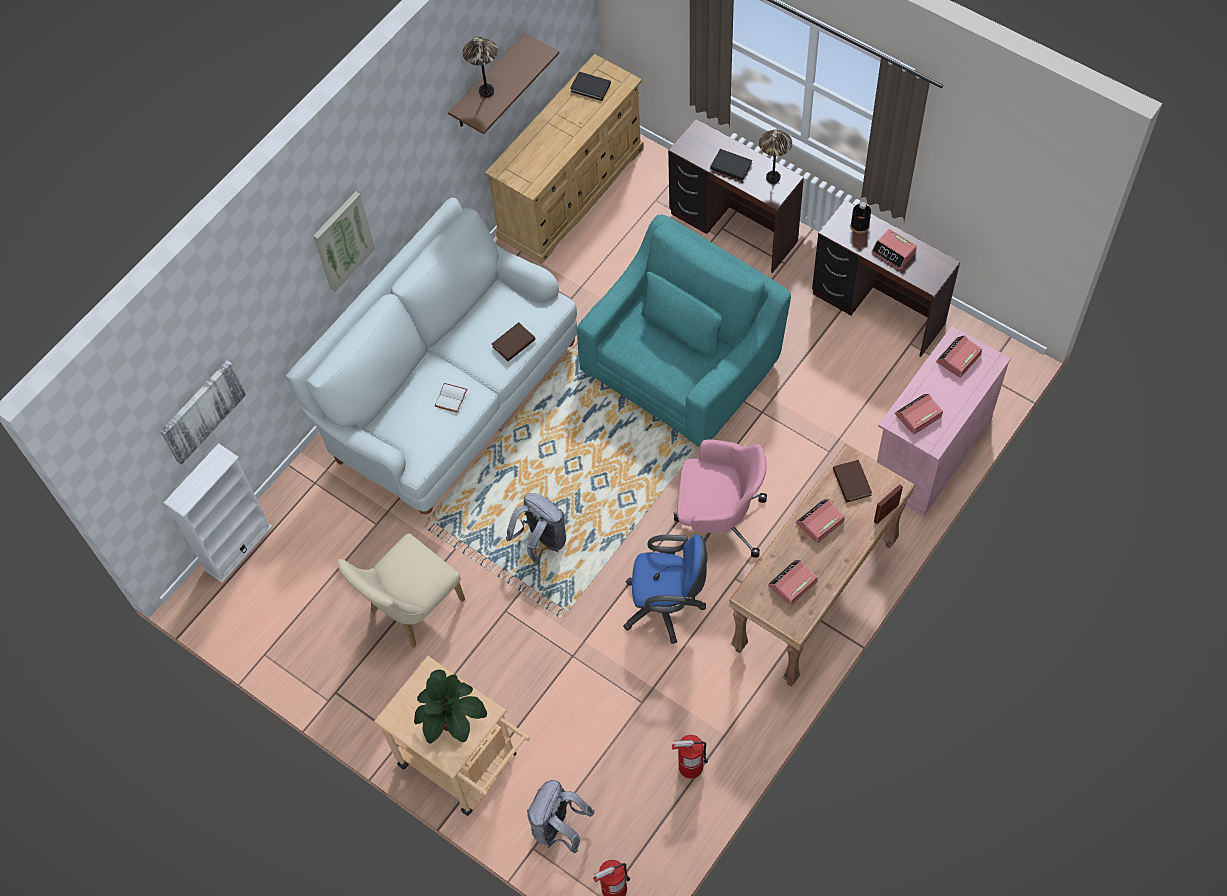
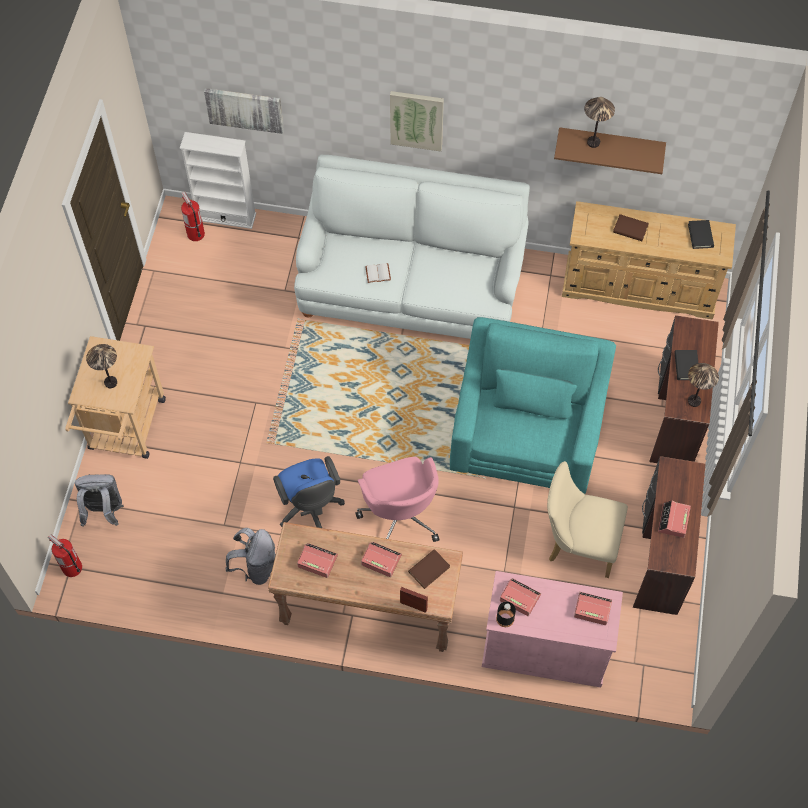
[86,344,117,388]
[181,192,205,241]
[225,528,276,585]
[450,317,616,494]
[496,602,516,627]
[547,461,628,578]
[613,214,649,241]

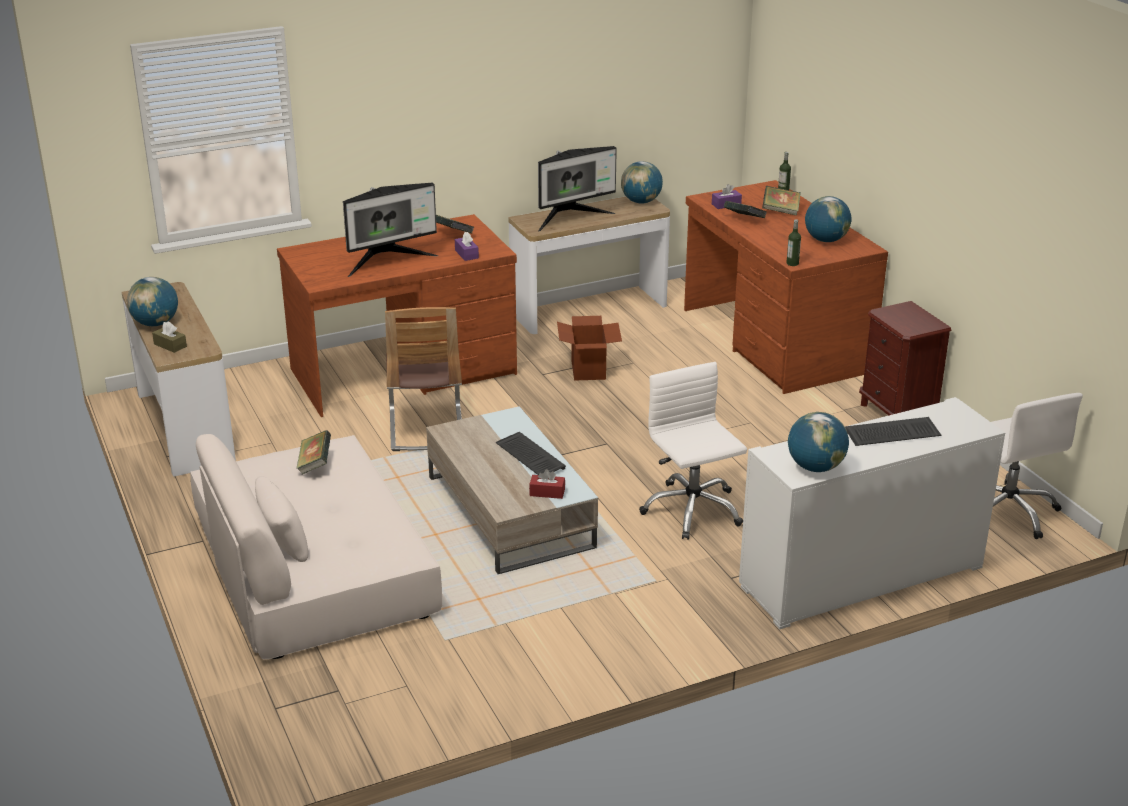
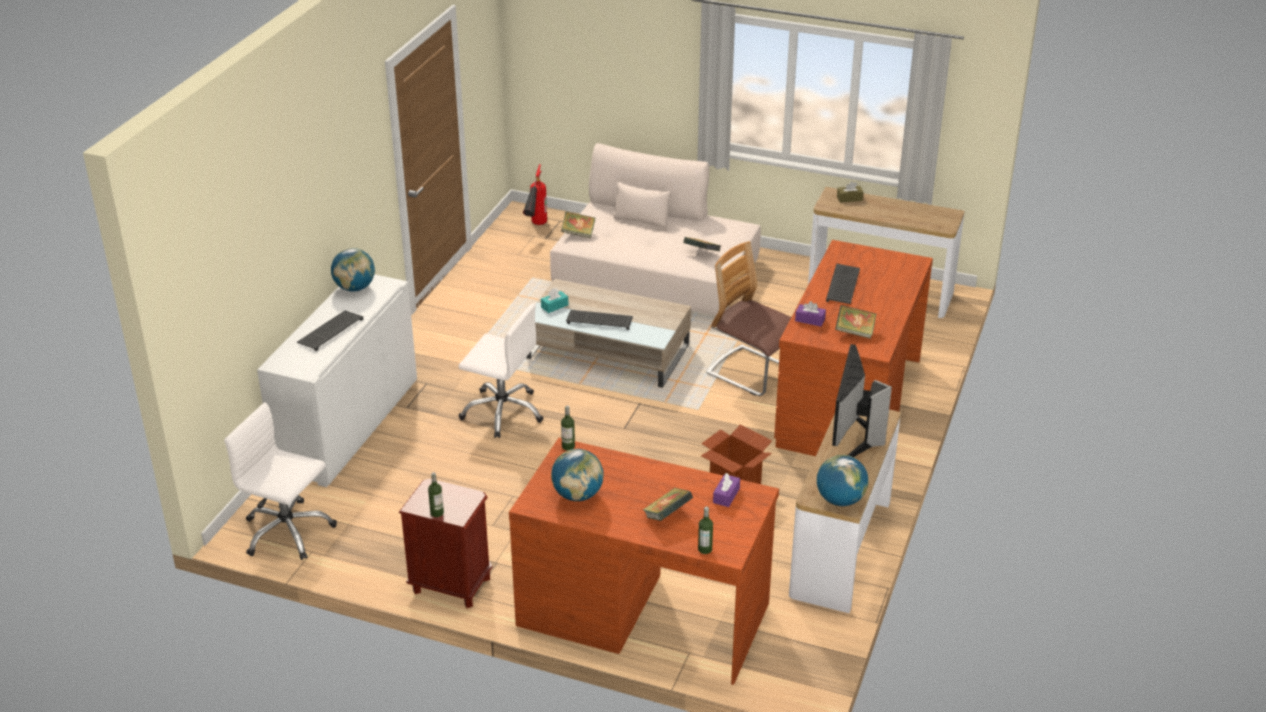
[428,472,444,517]
[523,164,547,225]
[541,288,568,313]
[561,211,595,238]
[826,263,860,304]
[127,277,178,326] (first image)

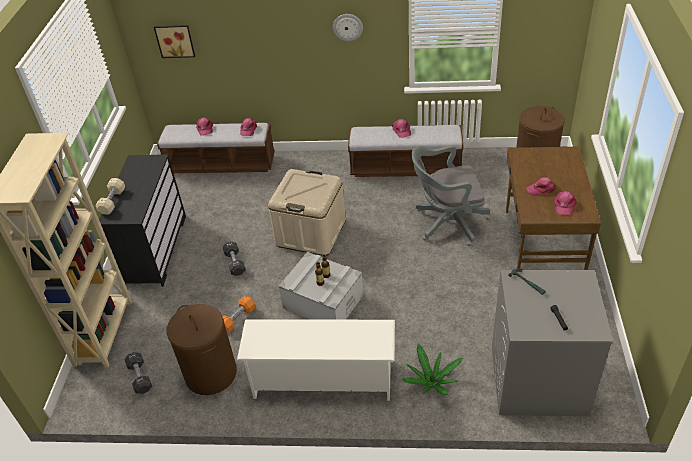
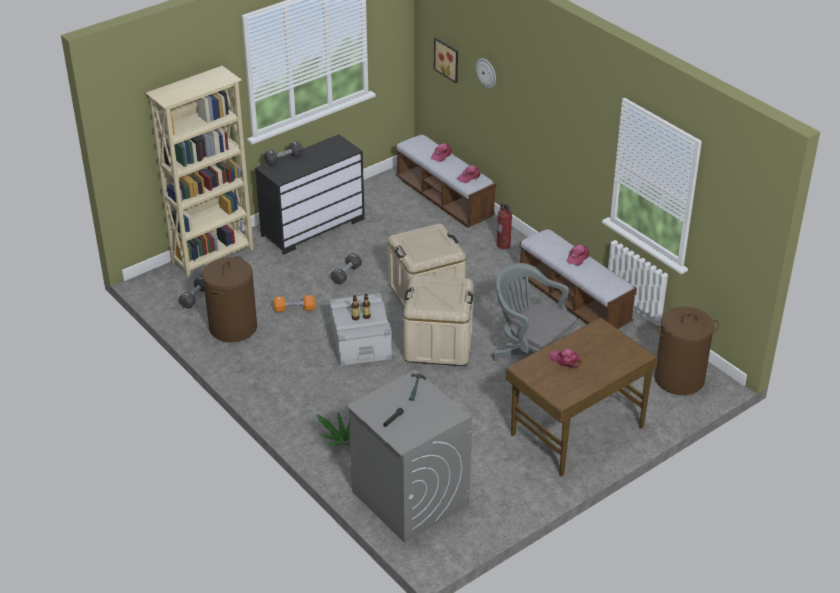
[264,141,303,166]
[403,275,474,366]
[476,58,496,88]
[497,203,512,249]
[237,319,395,401] (first image)
[554,191,576,215] (first image)

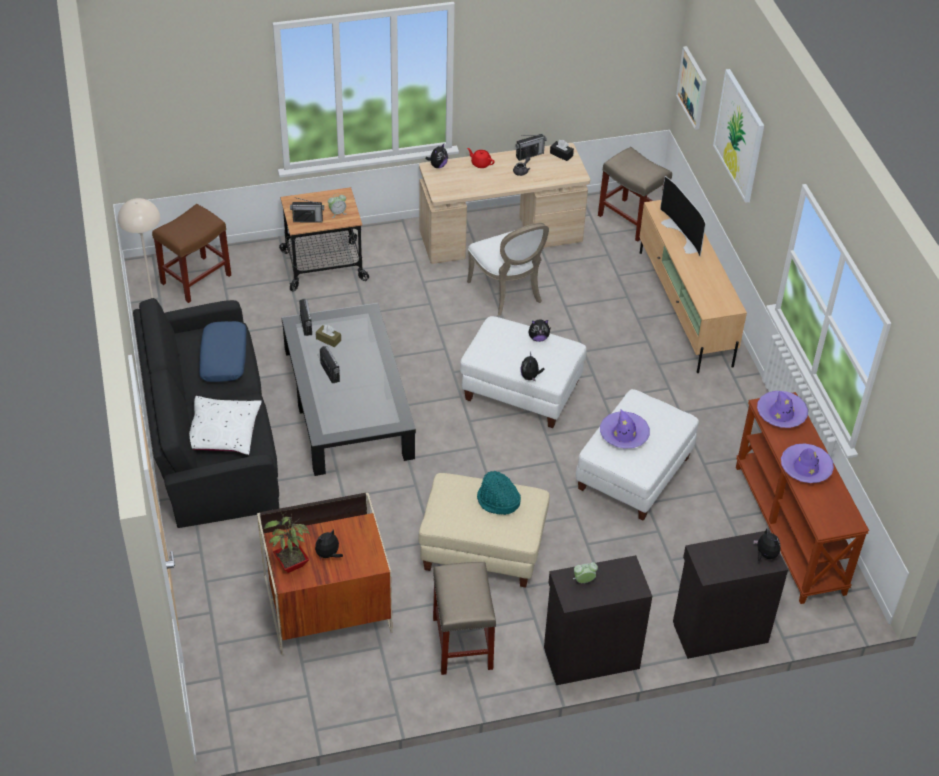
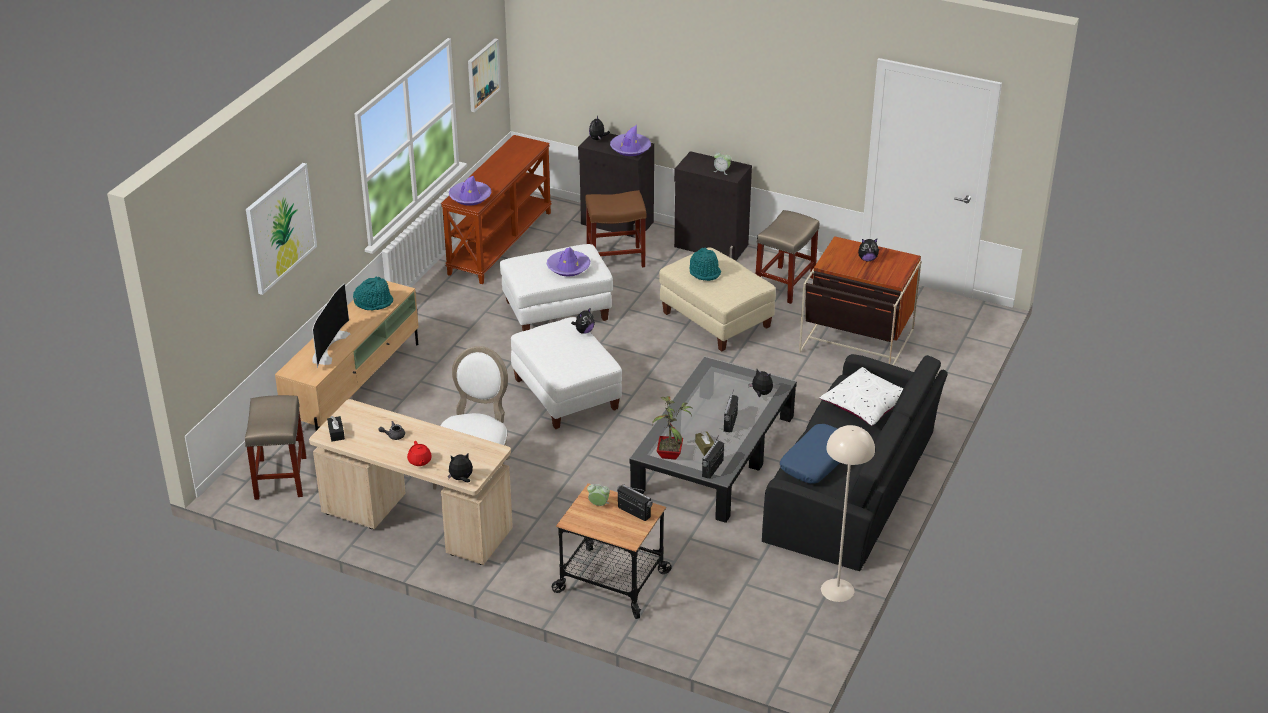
[353,277,393,311]
[468,38,501,112]
[585,190,647,267]
[610,125,651,156]
[652,396,692,460]
[748,369,773,397]
[515,134,547,161] (first image)

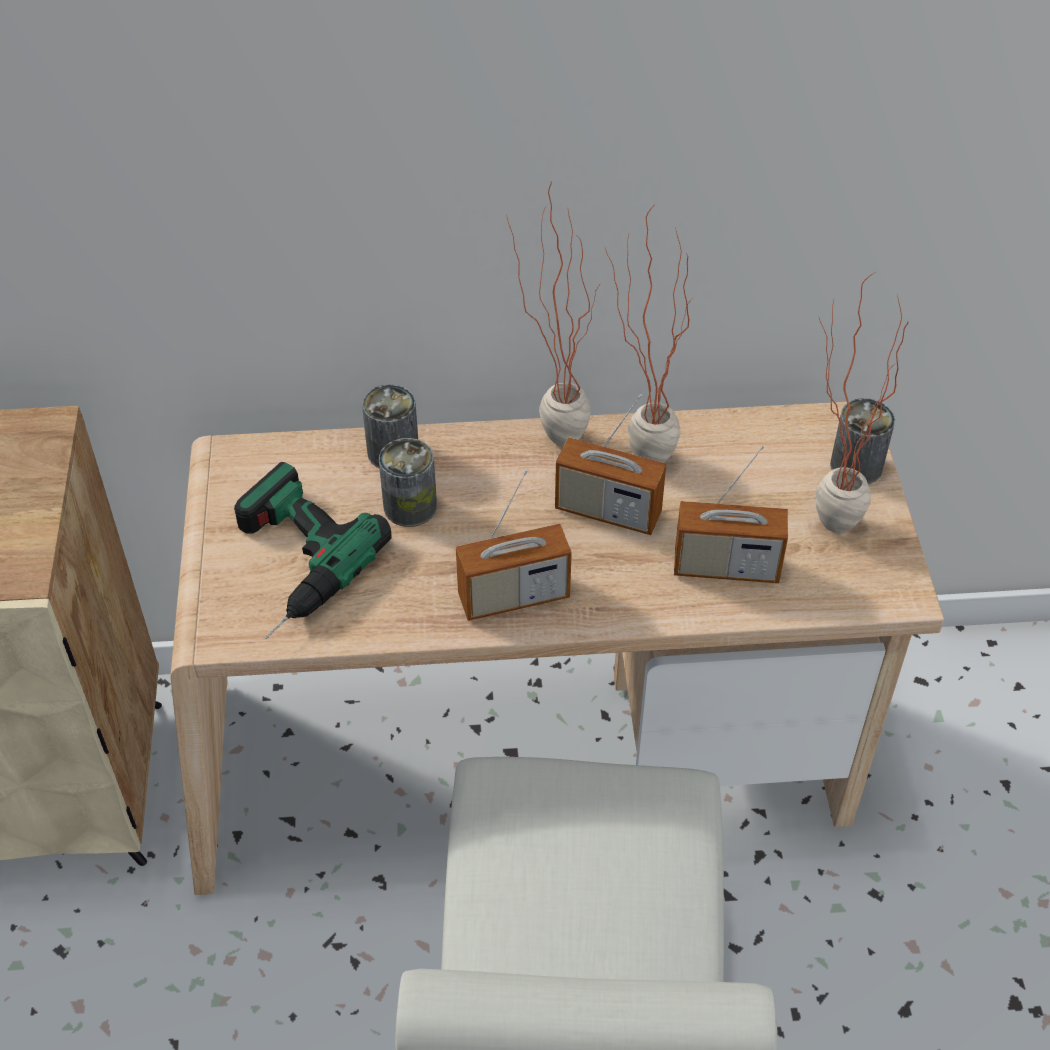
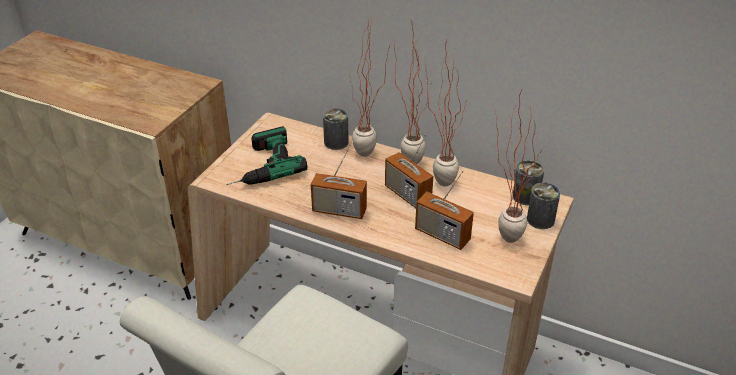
[349,19,389,157]
[512,160,545,205]

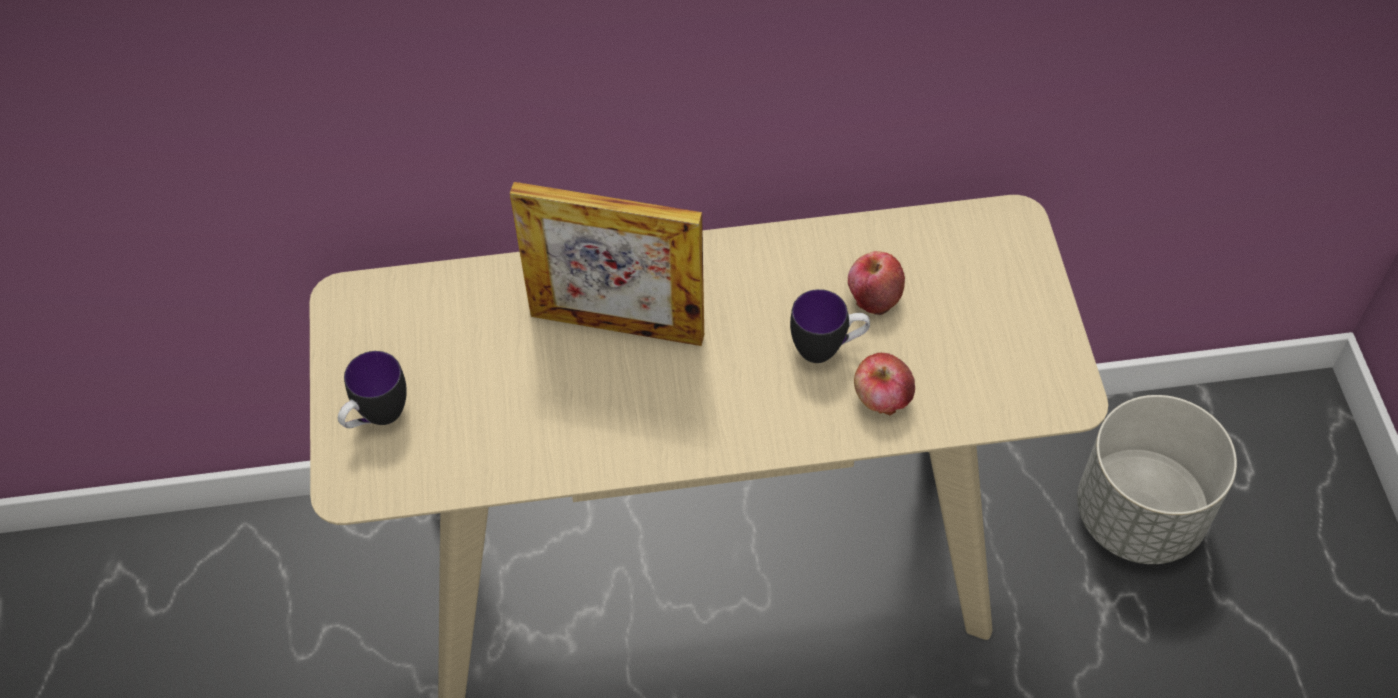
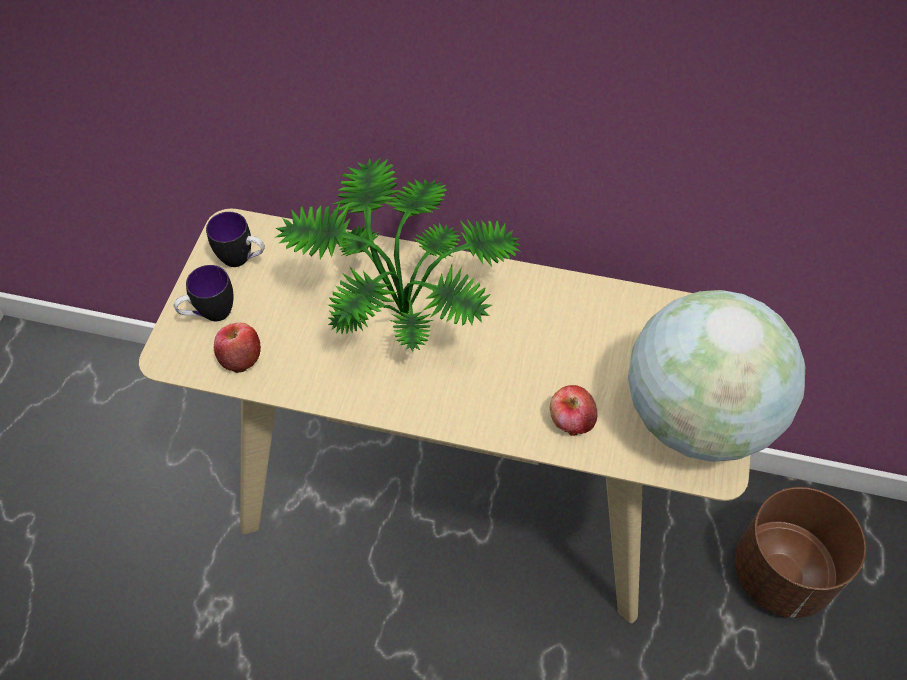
[206,212,265,267]
[213,323,261,373]
[276,158,521,352]
[628,290,805,462]
[735,487,866,618]

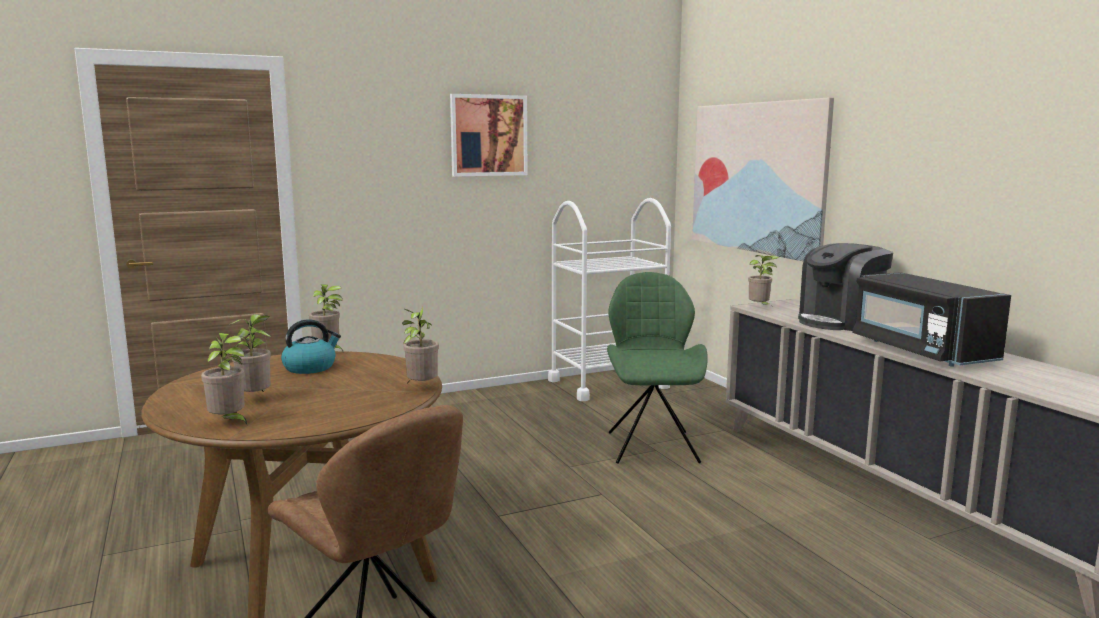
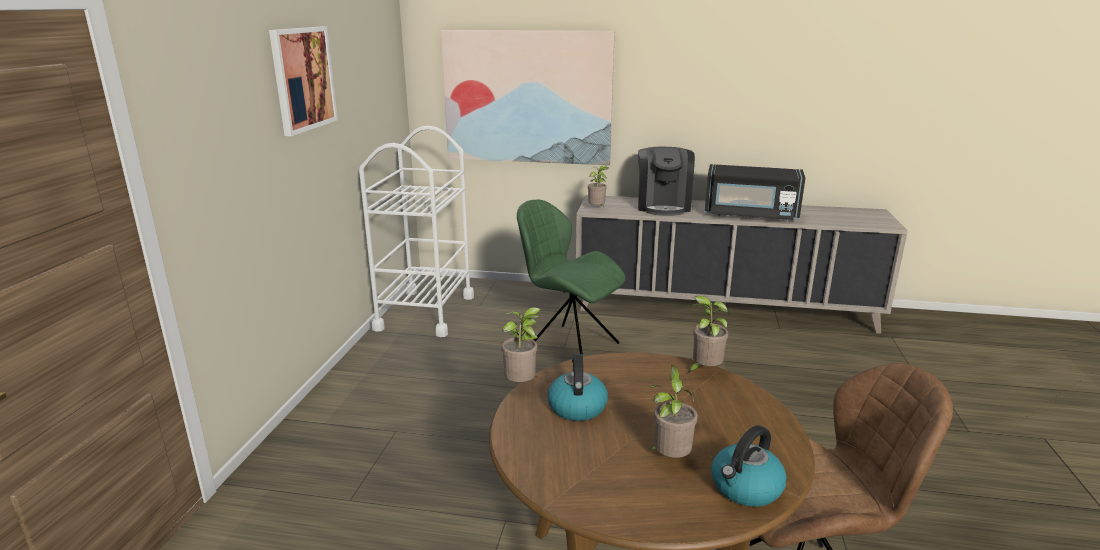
[711,425,787,507]

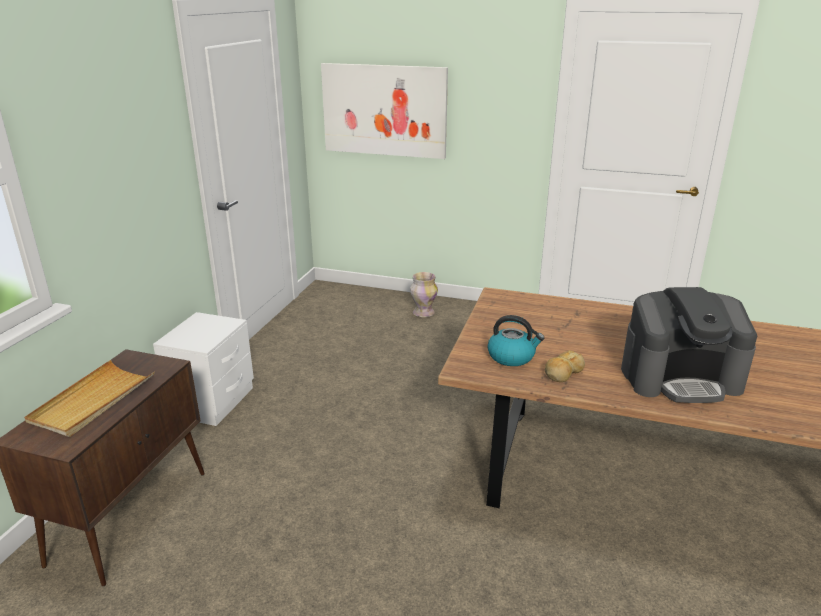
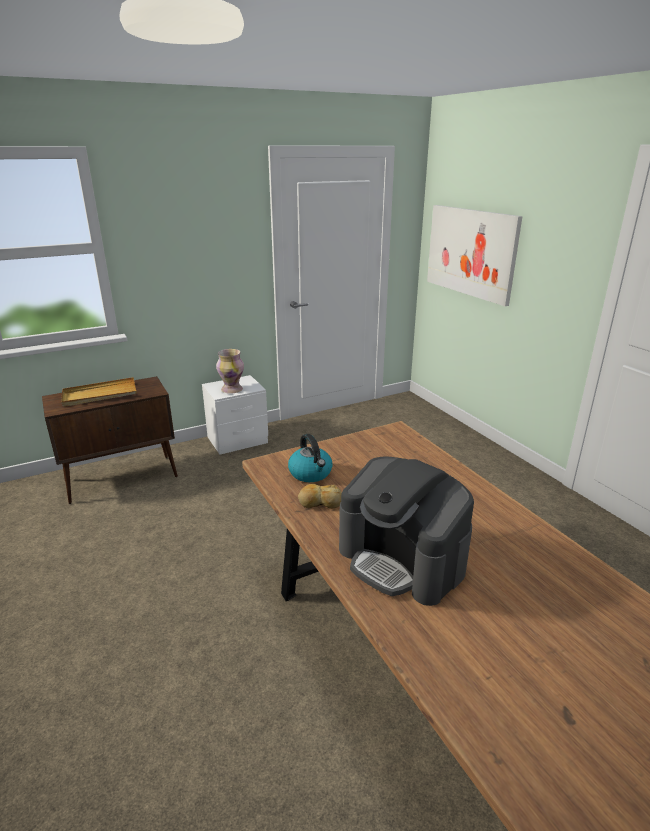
[216,349,244,394]

